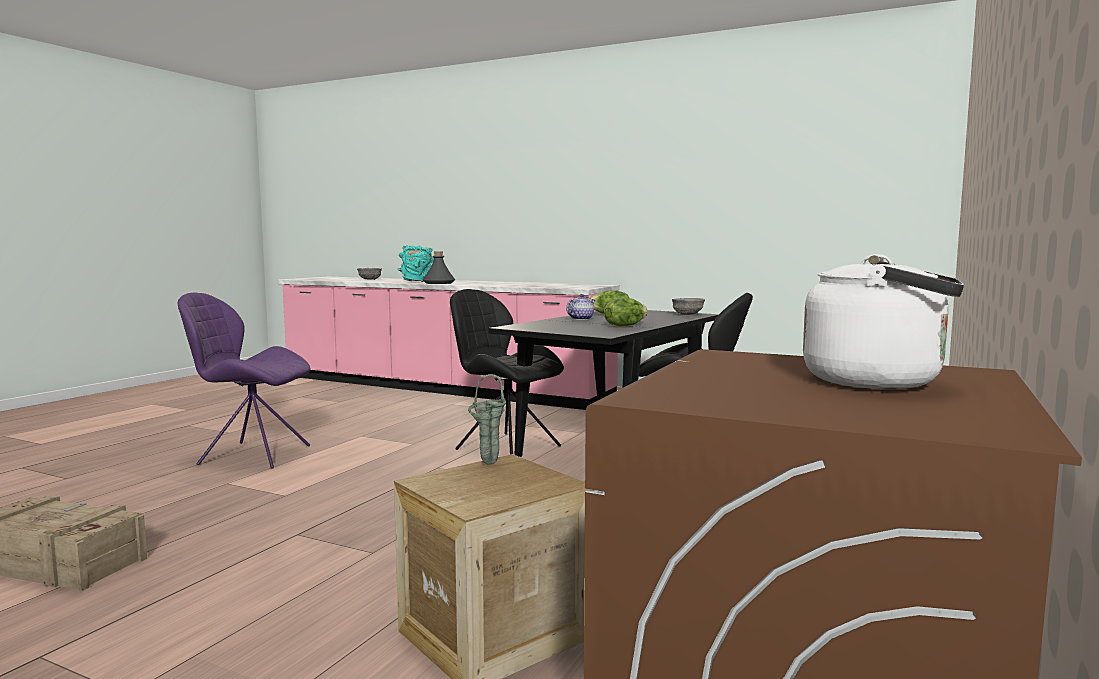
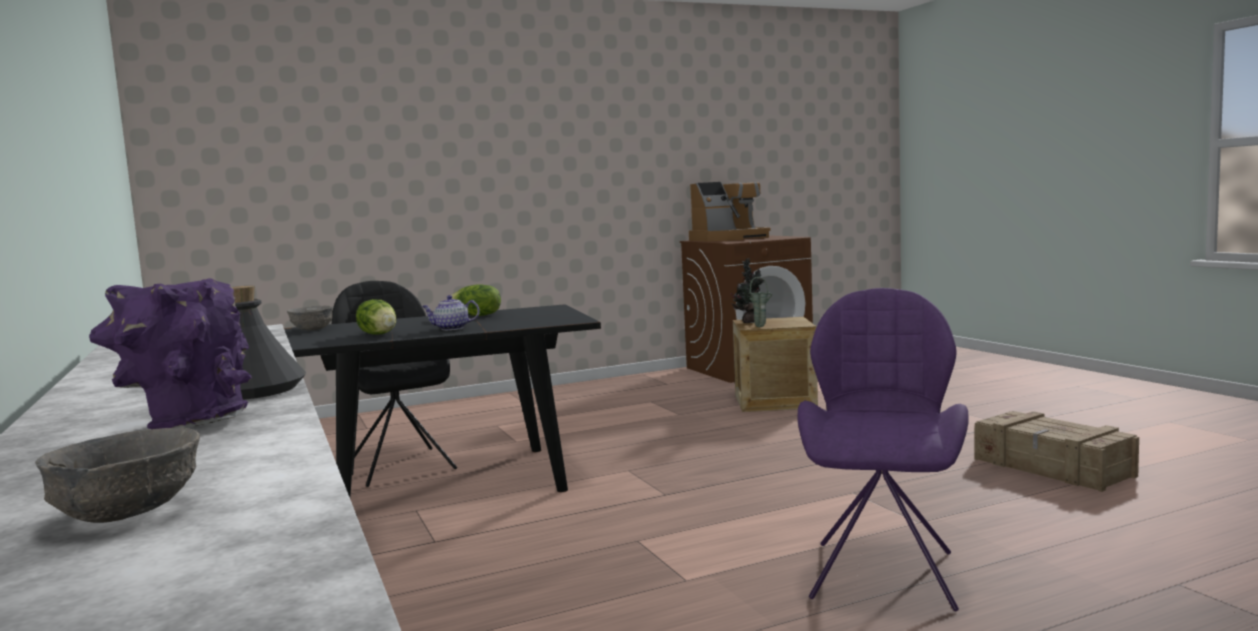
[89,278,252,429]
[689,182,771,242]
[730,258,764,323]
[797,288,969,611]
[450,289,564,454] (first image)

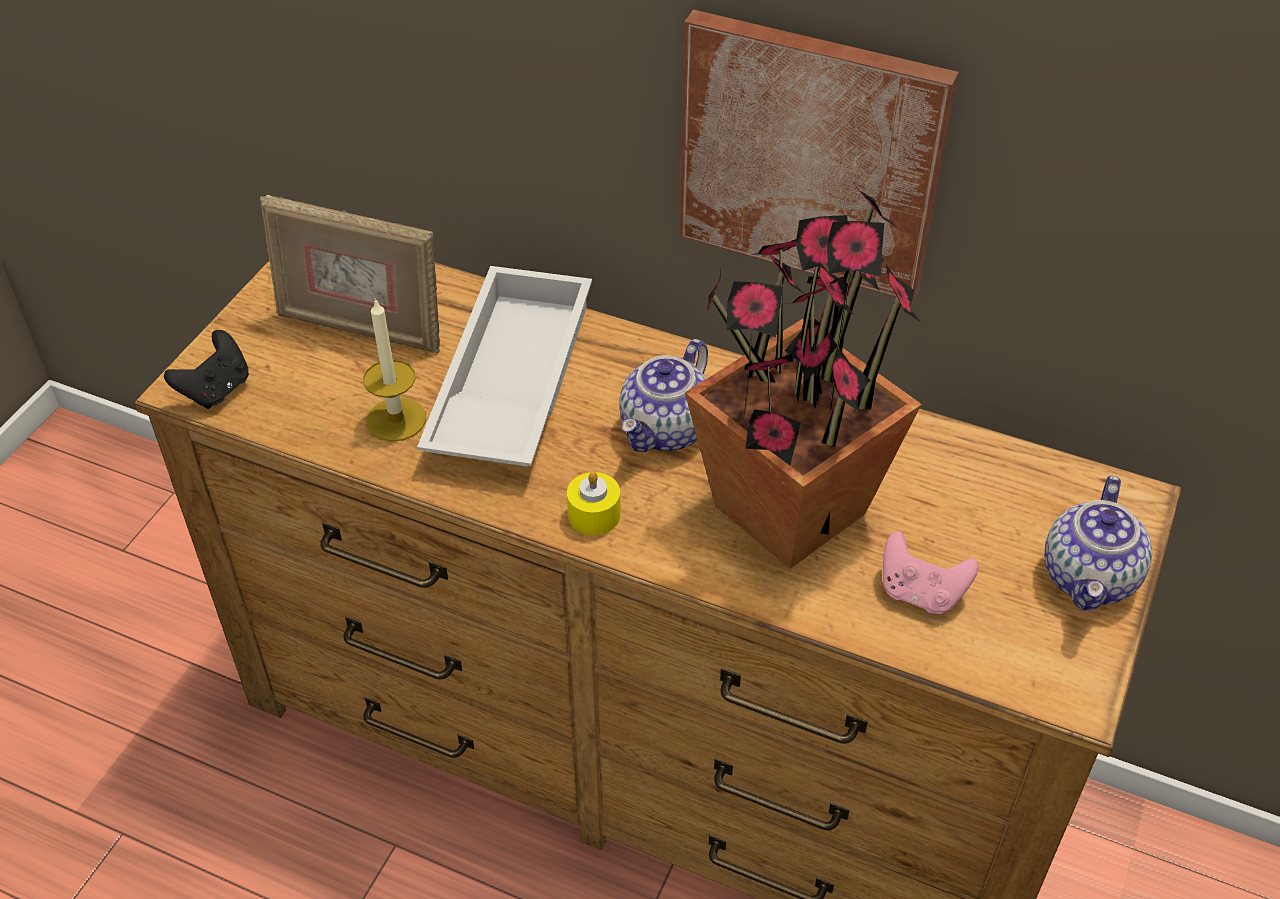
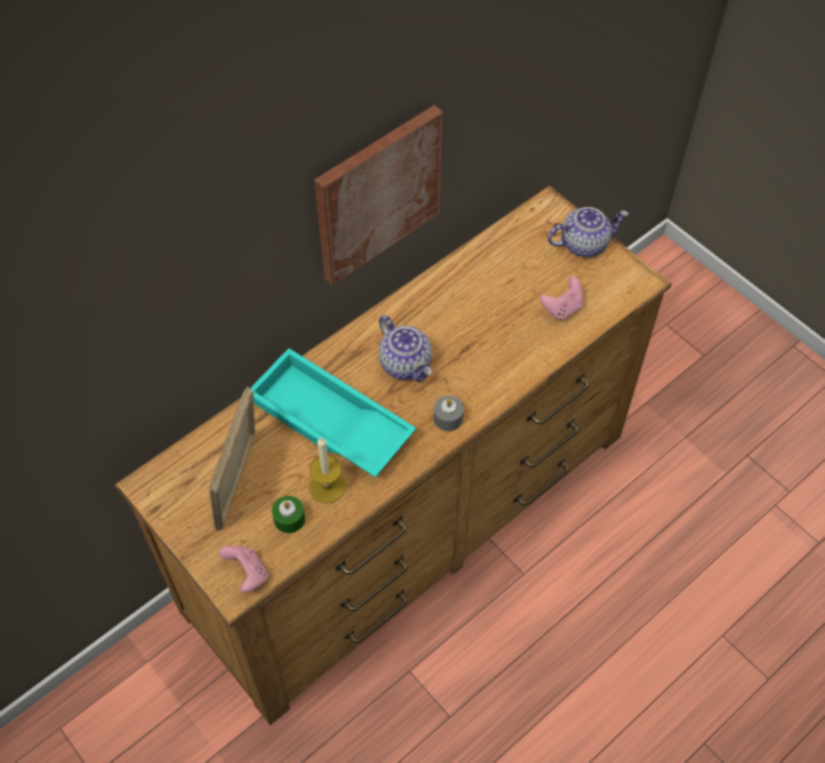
[209,387,255,531]
[219,546,268,593]
[250,348,416,478]
[272,496,305,533]
[434,396,464,431]
[548,207,629,257]
[685,181,922,569] (first image)

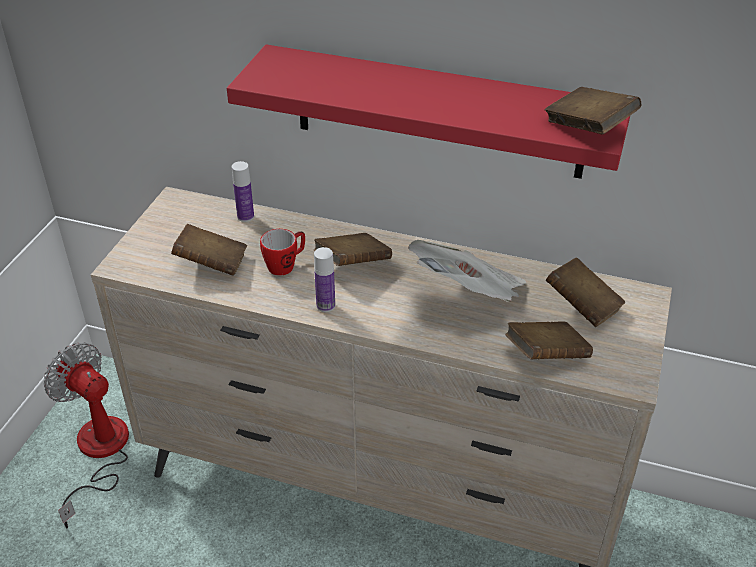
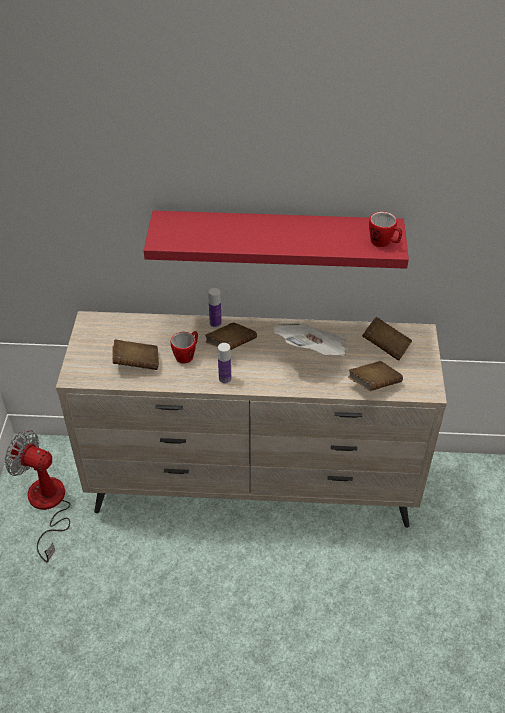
[209,288,222,328]
[369,211,402,247]

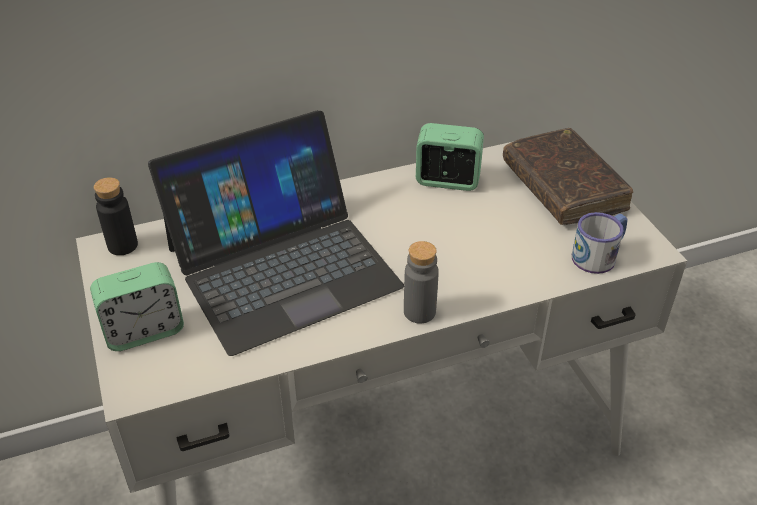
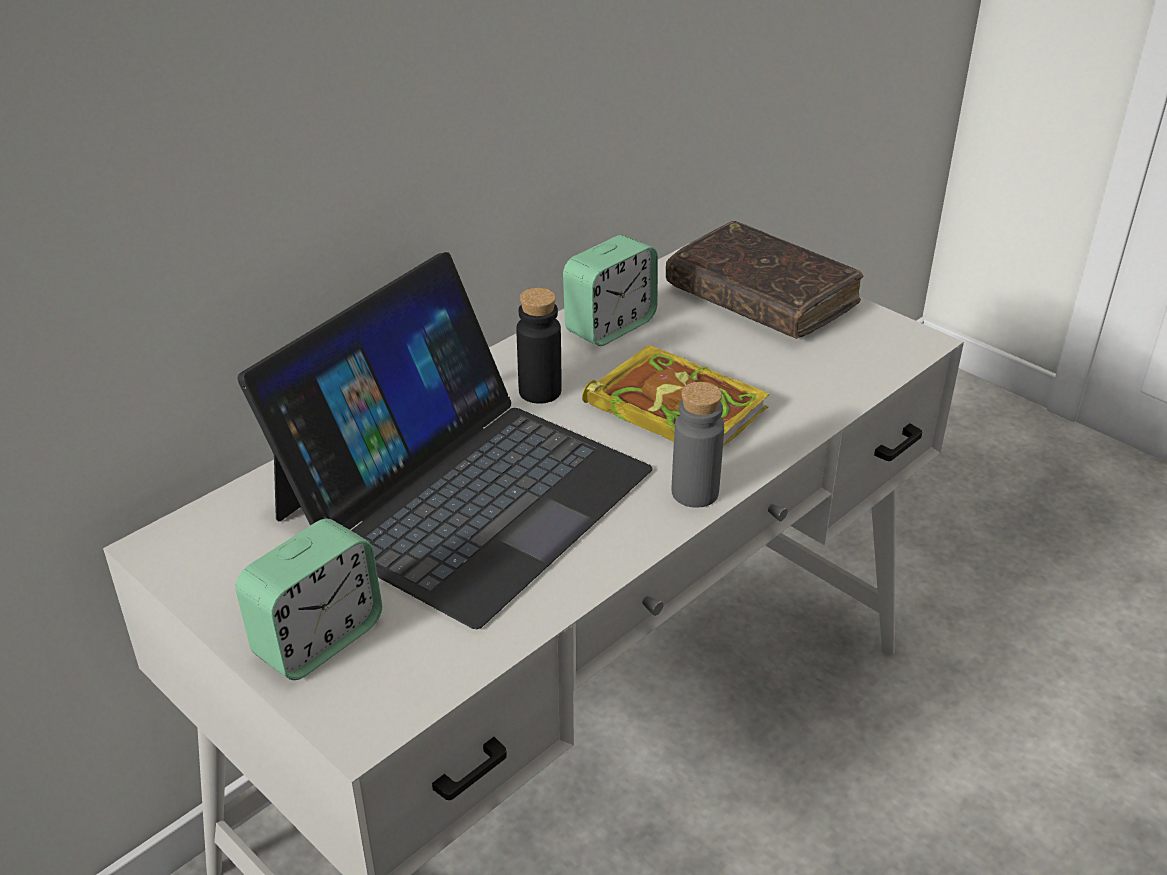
[517,288,562,404]
[563,235,658,346]
[582,344,769,446]
[572,212,627,274] (first image)

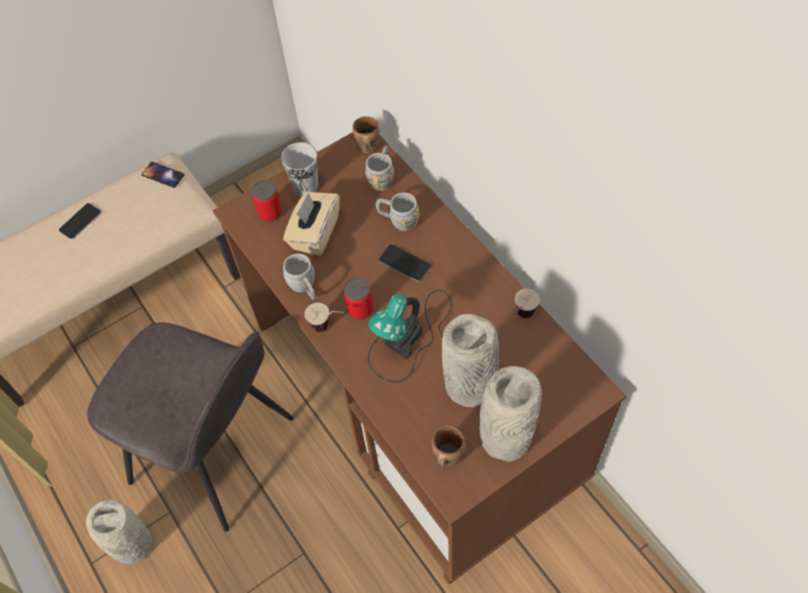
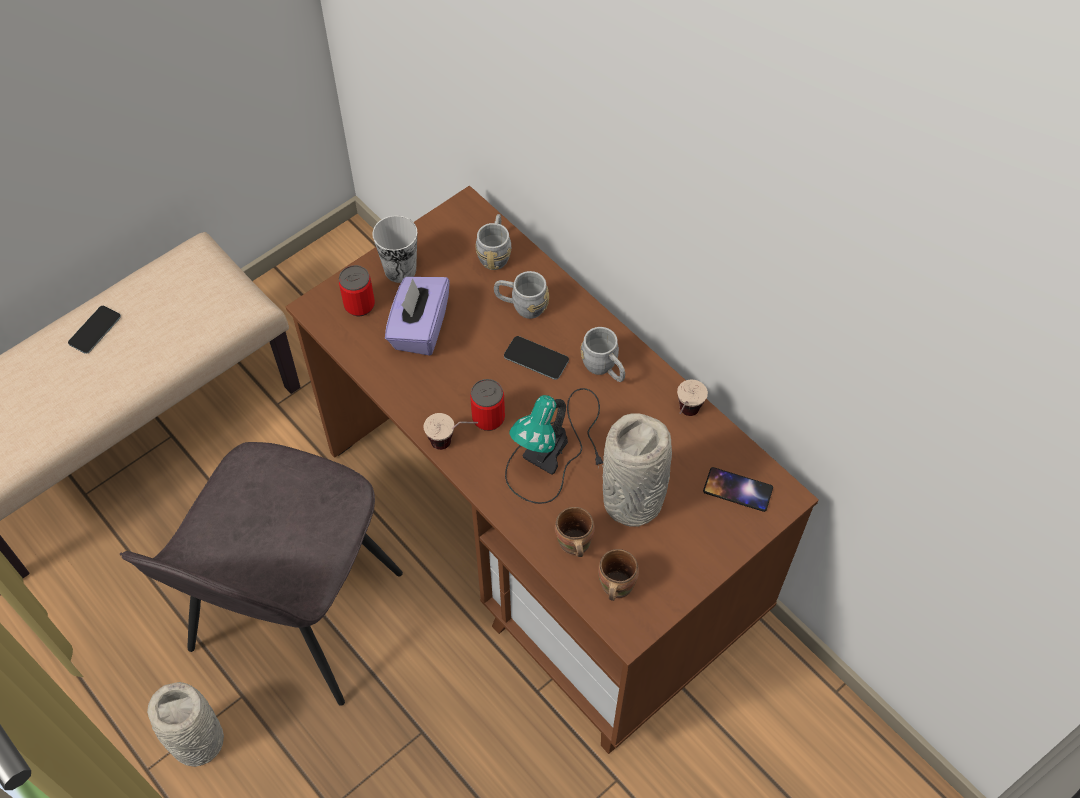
[120,442,403,706]
[385,277,450,356]
[555,507,595,557]
[581,327,625,382]
[703,467,773,512]
[479,366,542,462] (first image)

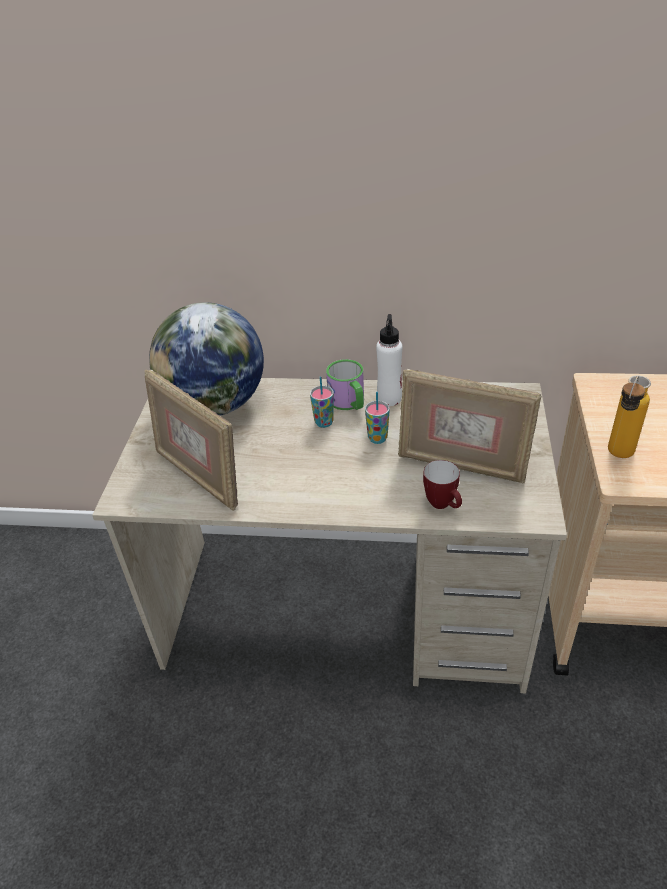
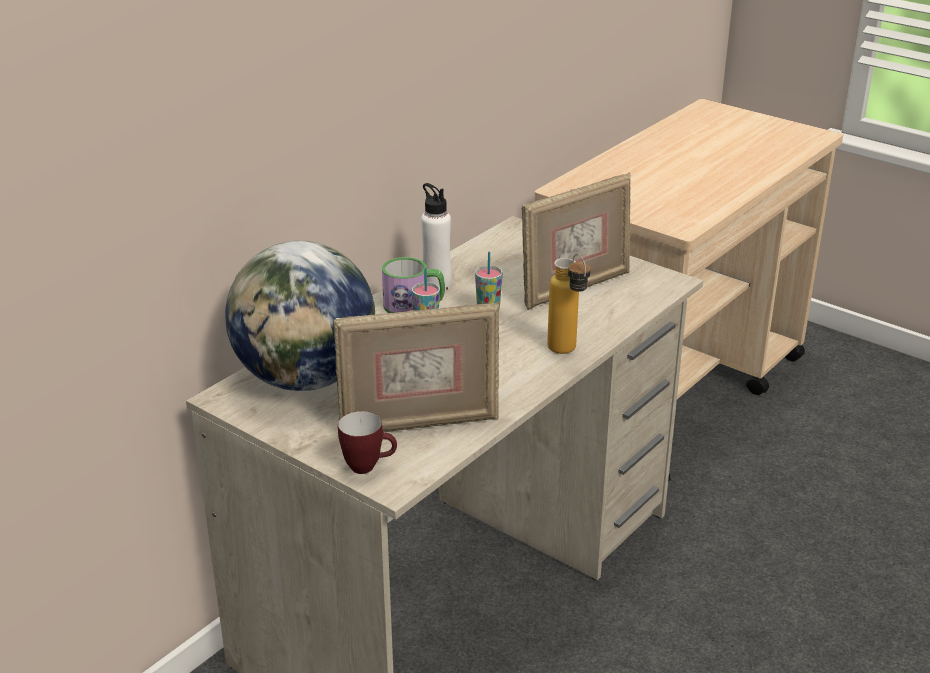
[338,411,397,474]
[547,254,590,354]

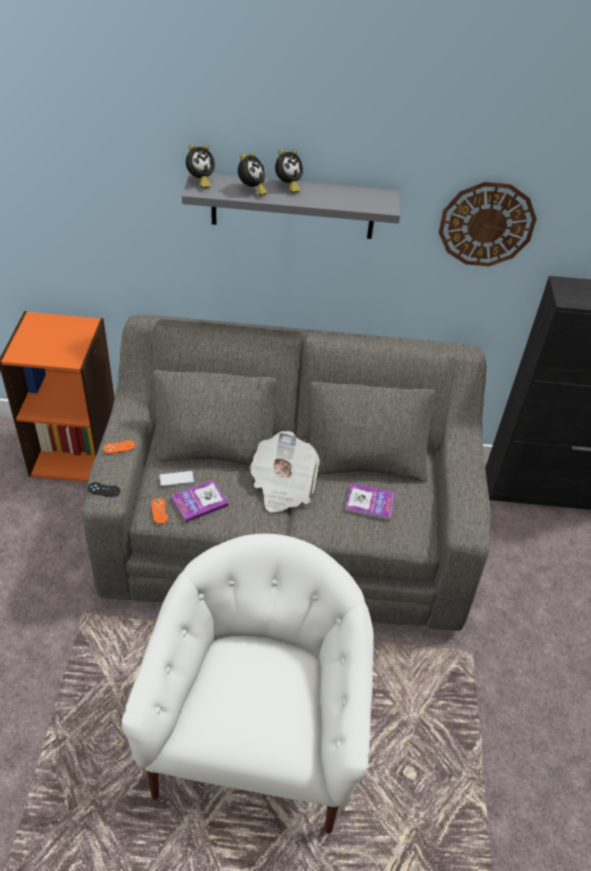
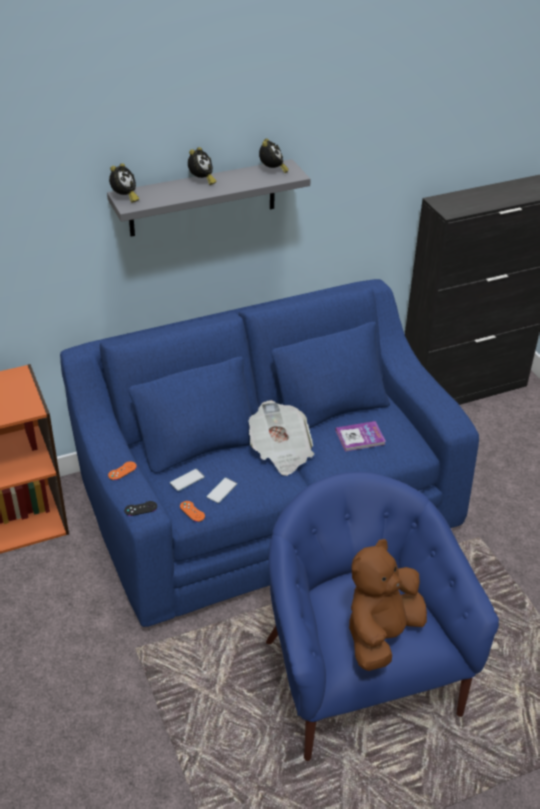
[60,279,479,627]
[206,477,237,503]
[259,138,289,173]
[266,472,499,761]
[349,539,427,671]
[439,182,537,266] (first image)

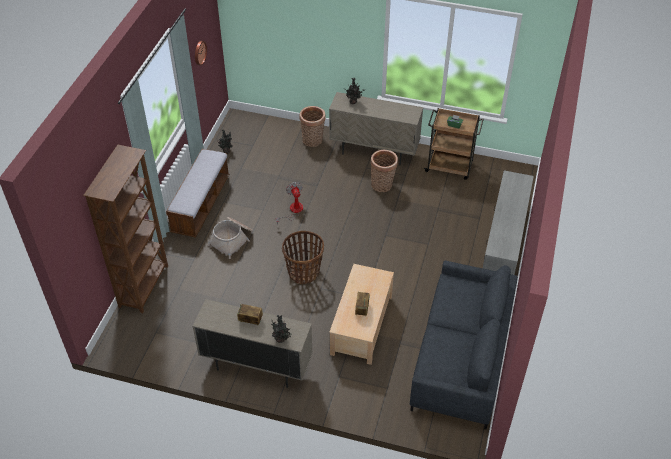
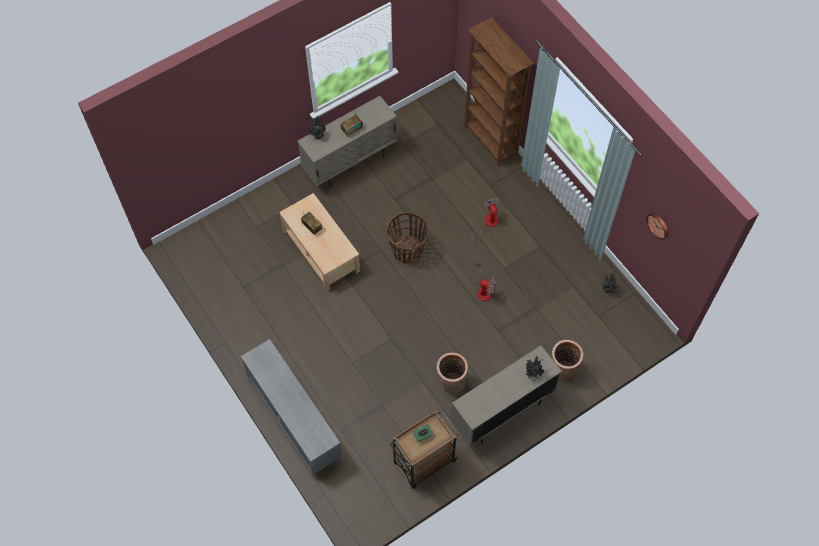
[471,198,501,241]
[166,149,229,238] (first image)
[410,261,518,429] (first image)

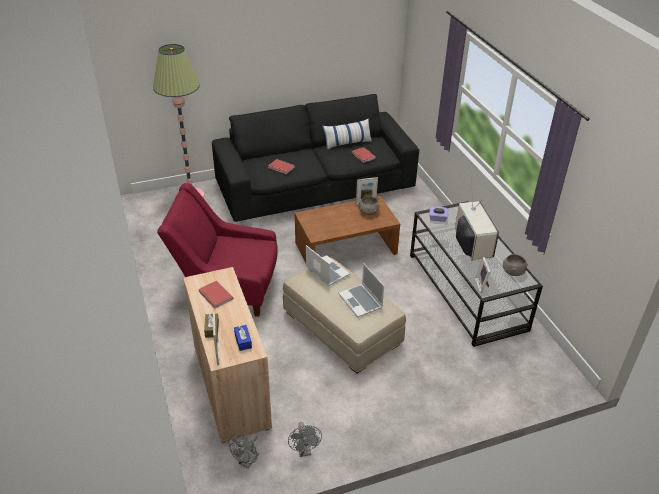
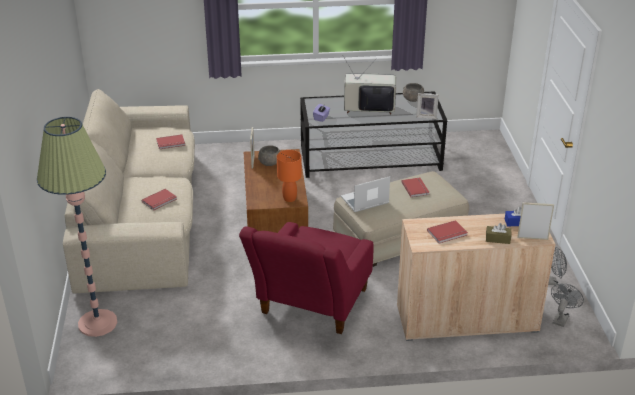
[63,89,195,293]
[277,150,302,202]
[401,177,429,197]
[551,284,584,327]
[322,118,373,150] (first image)

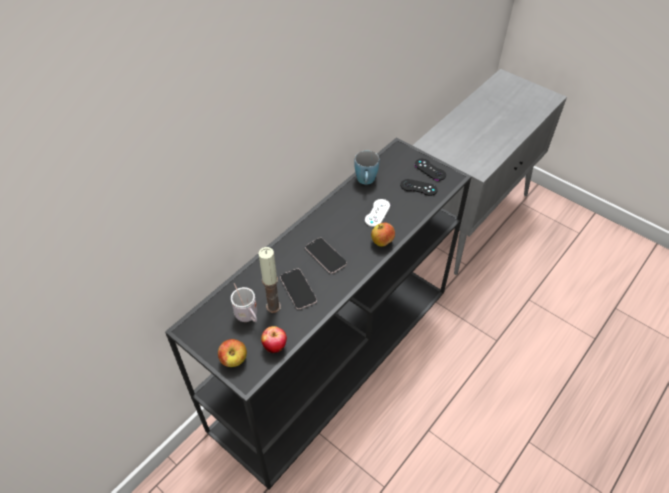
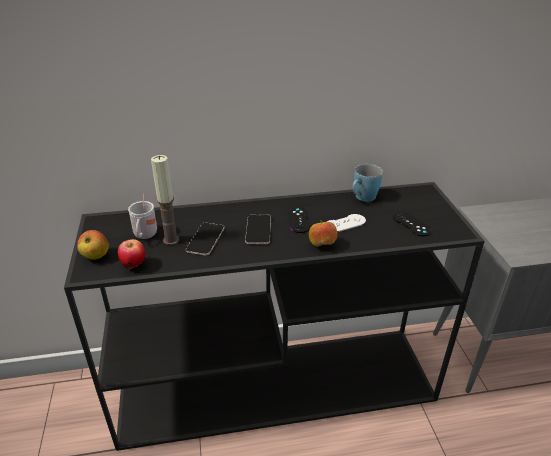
[288,207,310,233]

